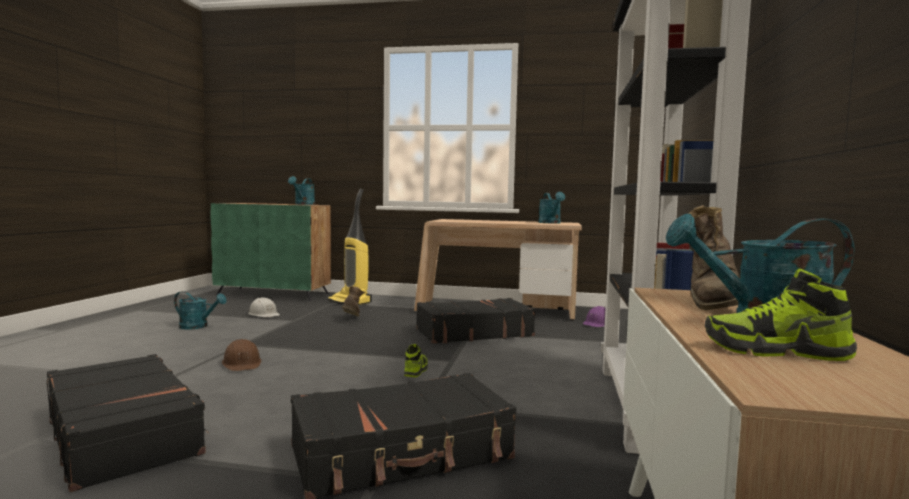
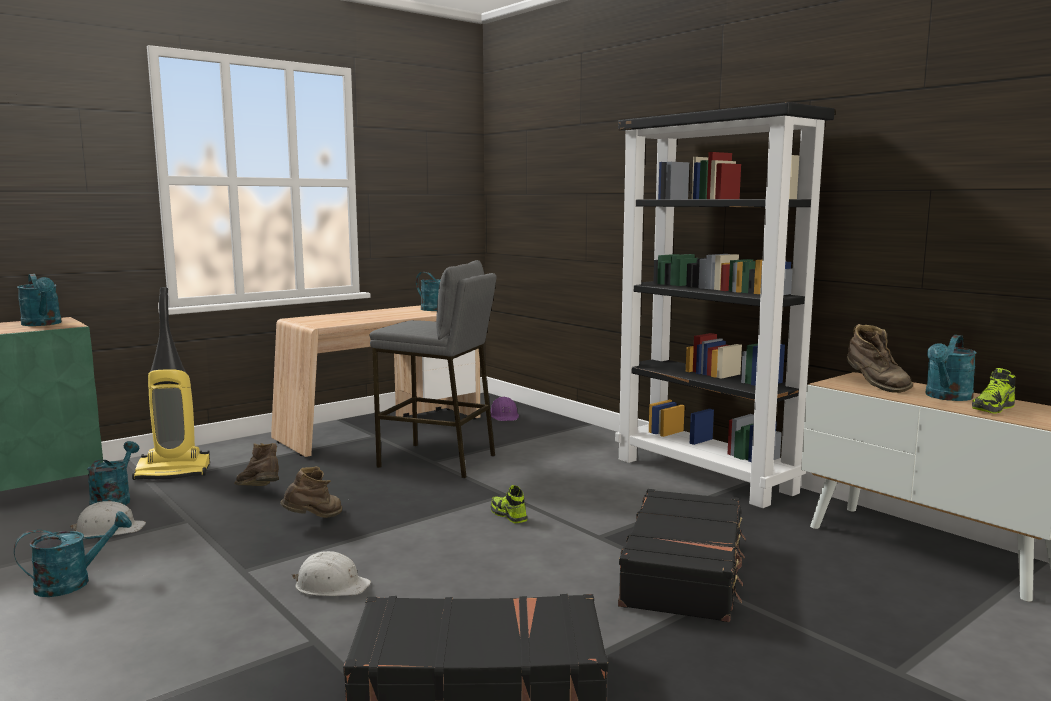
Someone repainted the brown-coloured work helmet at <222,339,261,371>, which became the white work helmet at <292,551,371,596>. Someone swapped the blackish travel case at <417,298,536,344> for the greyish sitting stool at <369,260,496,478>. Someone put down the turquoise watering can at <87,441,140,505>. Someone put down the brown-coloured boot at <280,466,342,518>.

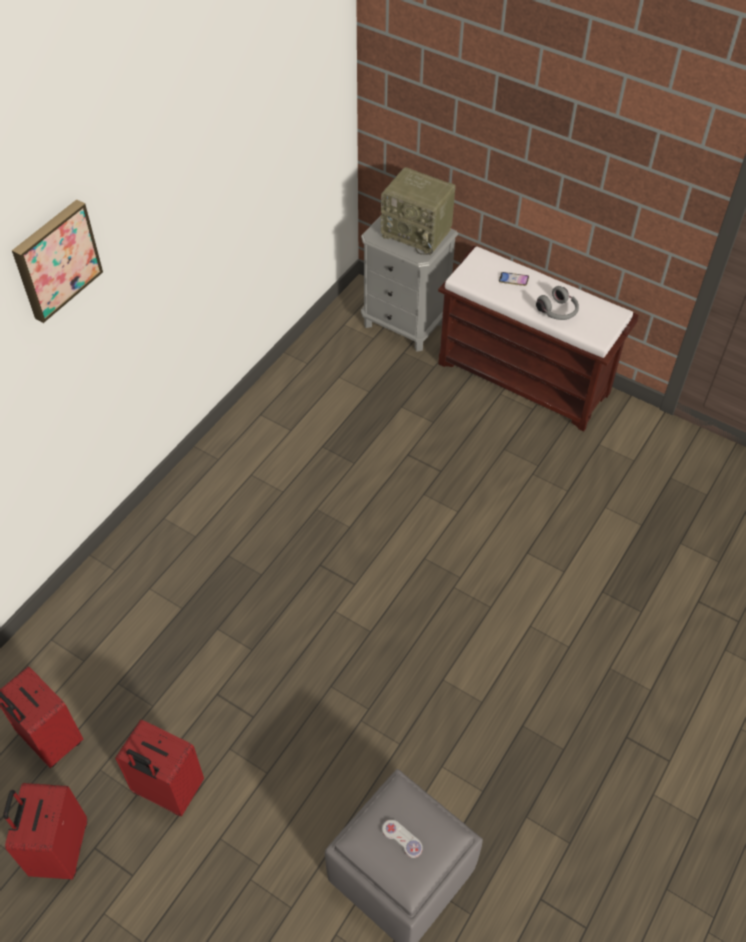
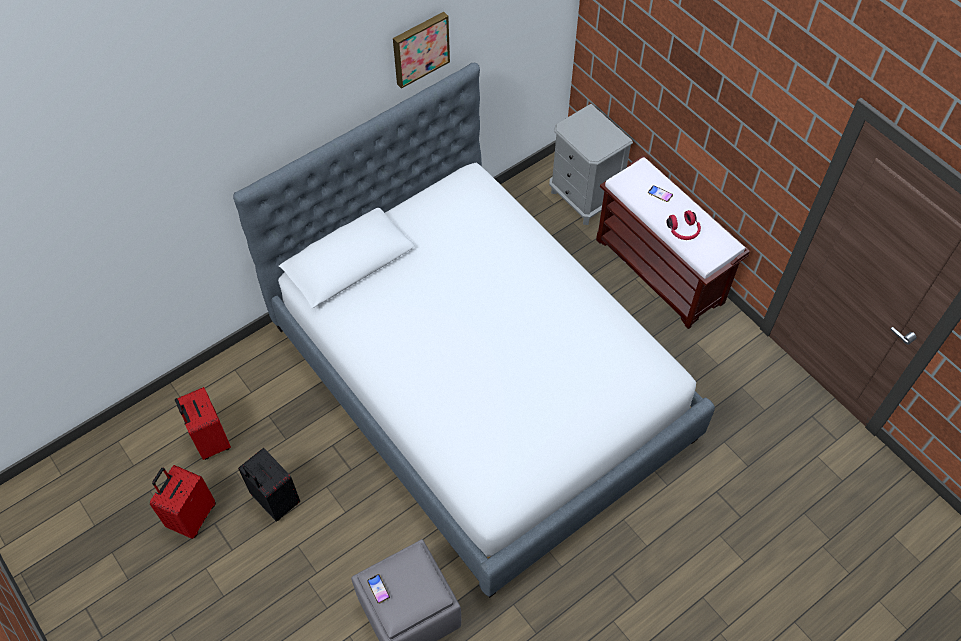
Someone carried the wall picture from <12,199,103,323> to <393,12,450,89>. Someone repainted the reddish travel case at <115,720,204,816>, which became the blackish travel case at <238,448,300,522>. Someone took away the radio at <381,167,456,255>. Someone took away the white gamepad at <382,820,423,858>. Someone repainted the greyish pair of headphones at <536,286,579,320>, which became the reddish pair of headphones at <667,210,701,240>. Someone put down the sleeping bed at <233,63,715,598>. Someone put down the handset at <367,574,390,604>.

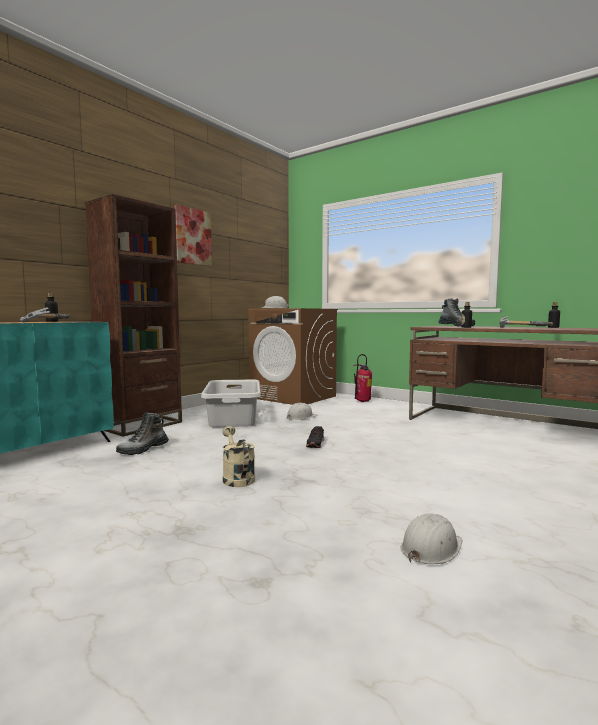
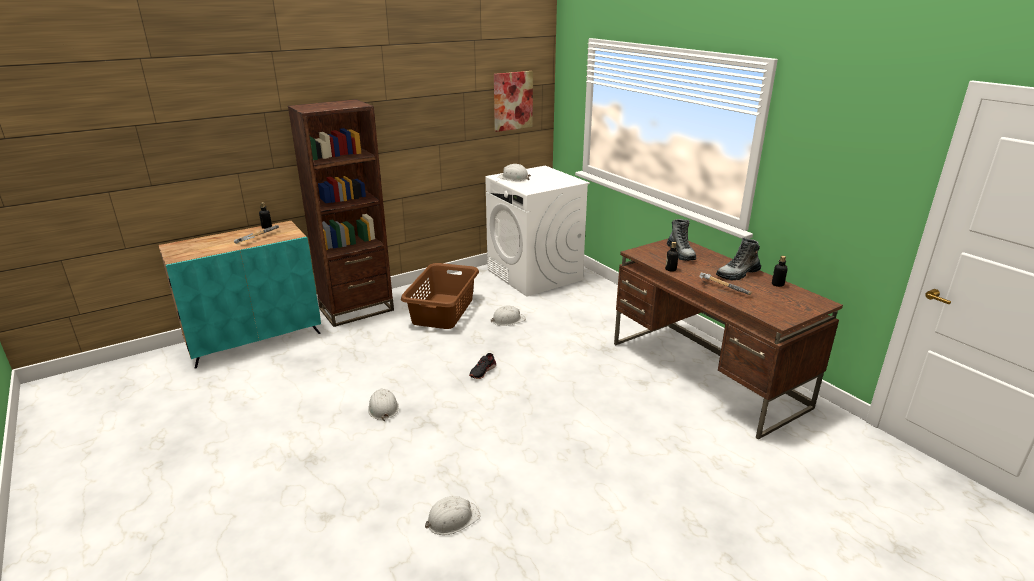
Someone carried the boot from <116,412,169,455> to <716,238,761,280>. Someone carried the wall picture from <174,205,212,266> to <494,71,533,132>. Someone repainted the greyish laundry basket at <201,379,261,427>, which became the brown-coloured laundry basket at <401,263,479,329>. Someone swapped the sand-coloured watering can at <222,426,255,487> for the white work helmet at <368,388,399,421>. Someone repainted the brown-coloured laundry machine at <248,308,338,405>, which became the white laundry machine at <485,166,590,297>. Someone took away the extinguisher at <353,354,372,402>.

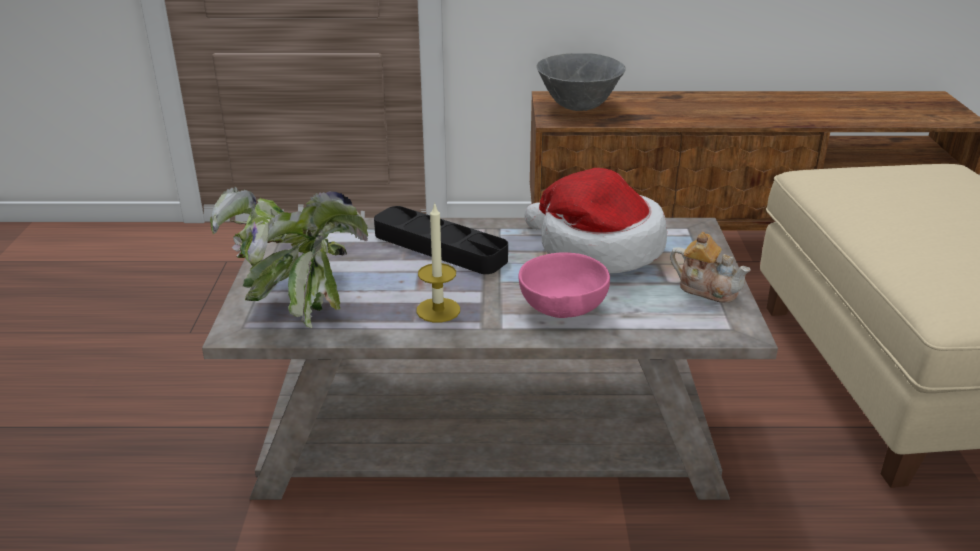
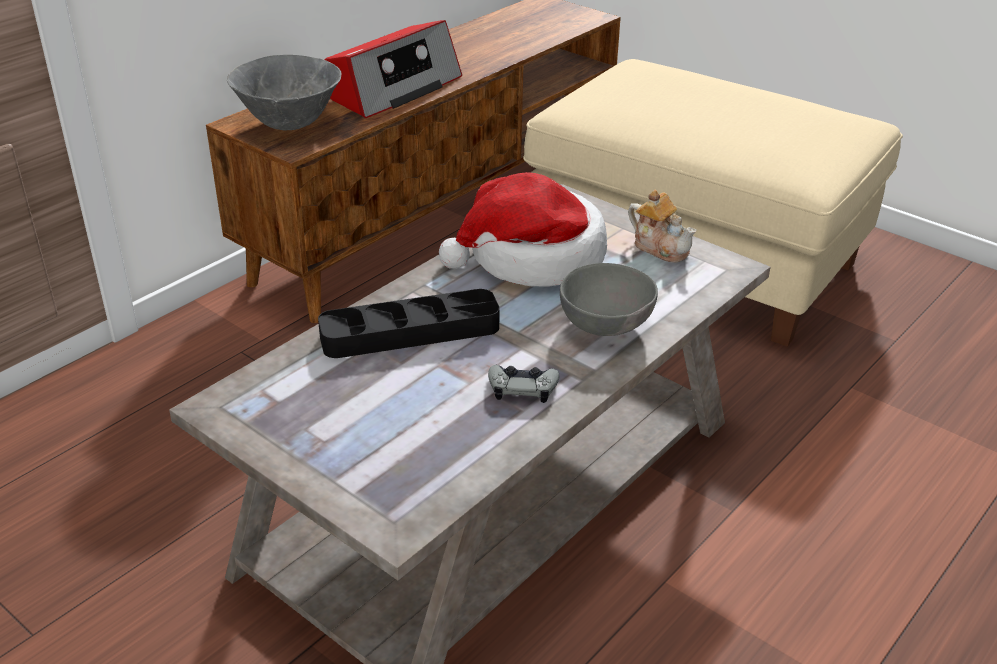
Someone took away the plant in a pot at <210,186,368,328>. Someone swapped the wax light at <416,202,460,323> for the greyish gamepad at <488,365,559,403>. Someone repainted the pink deep dish at <519,252,610,318>, which became the greyish deep dish at <560,263,658,336>. Someone rotated the tea pot at <670,232,751,303> by 60 degrees clockwise. Someone put down the radio at <325,20,462,118>.

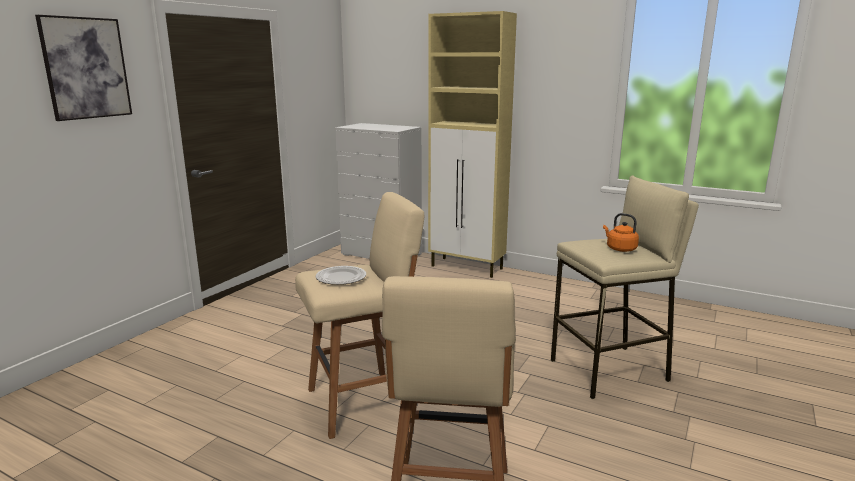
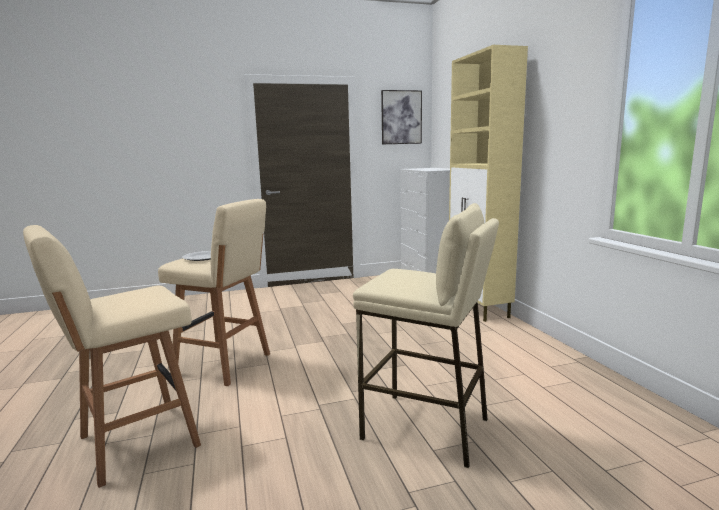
Someone carried the wall picture from <35,15,132,121> to <381,90,422,144>. Someone took away the orange-coloured kettle at <603,213,639,252>.

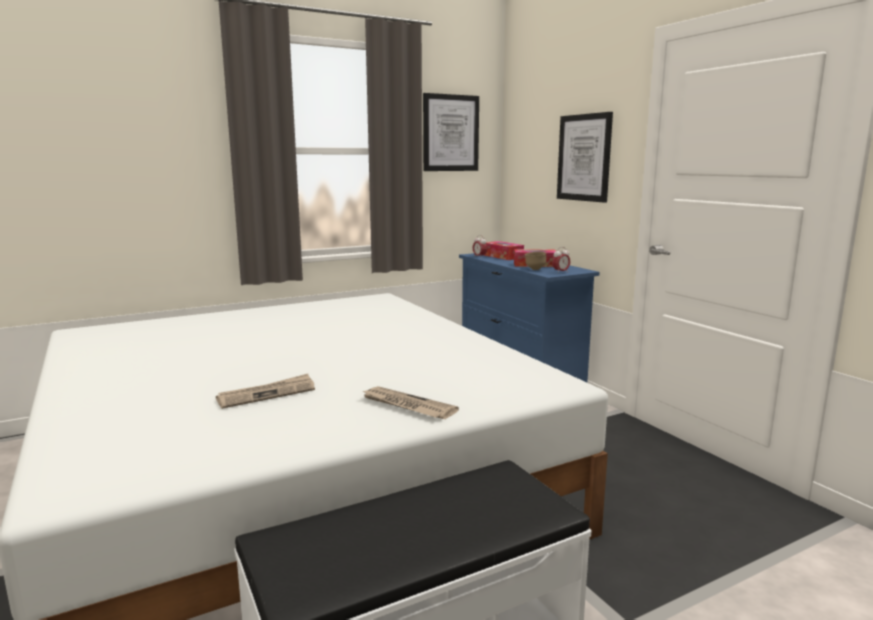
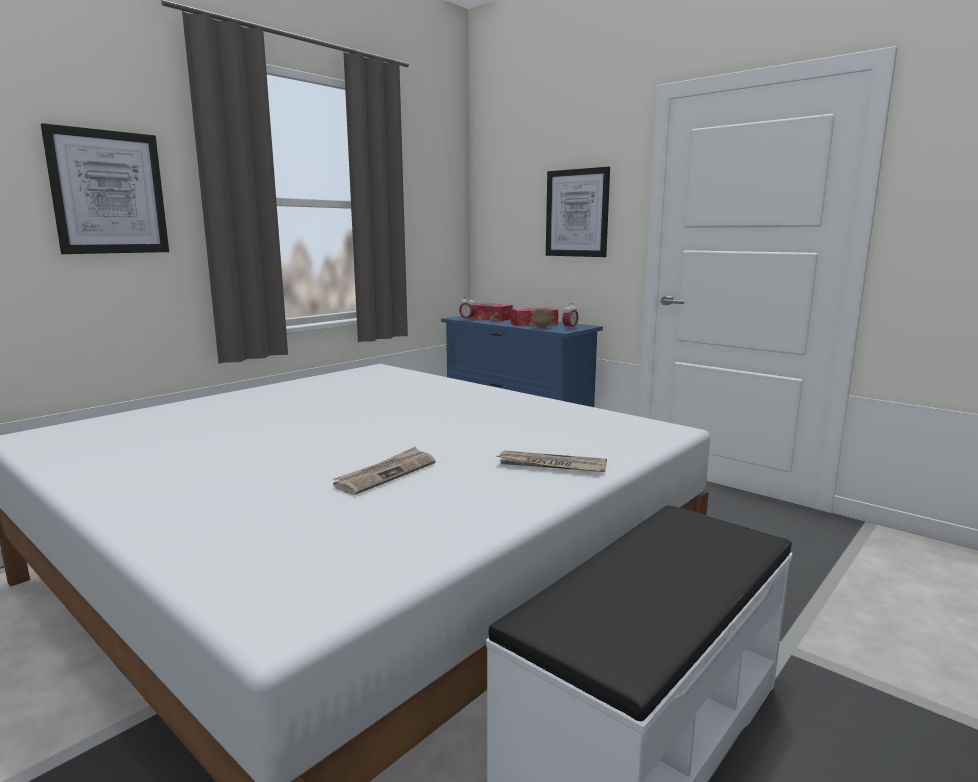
Someone carried the wall picture from <423,93,479,171> to <41,123,169,254>.

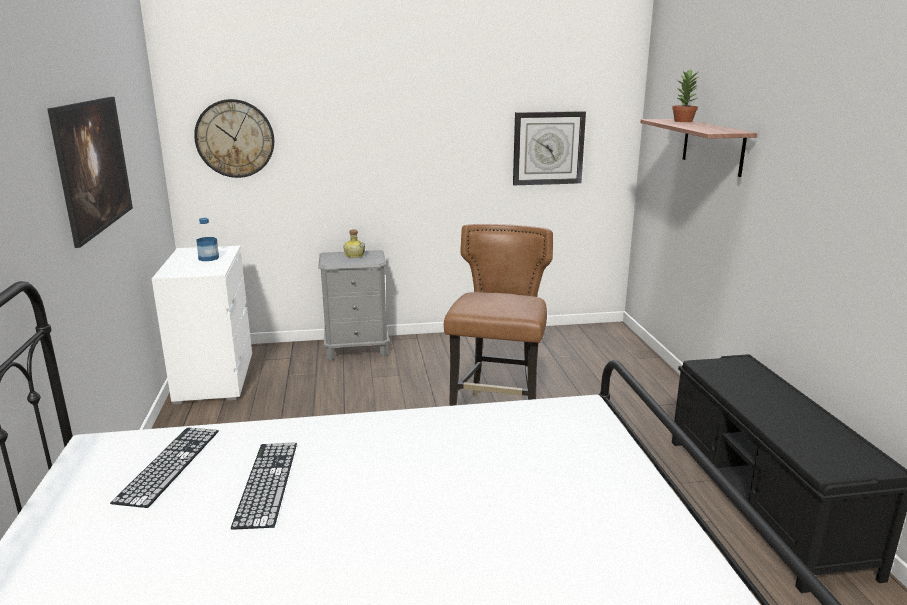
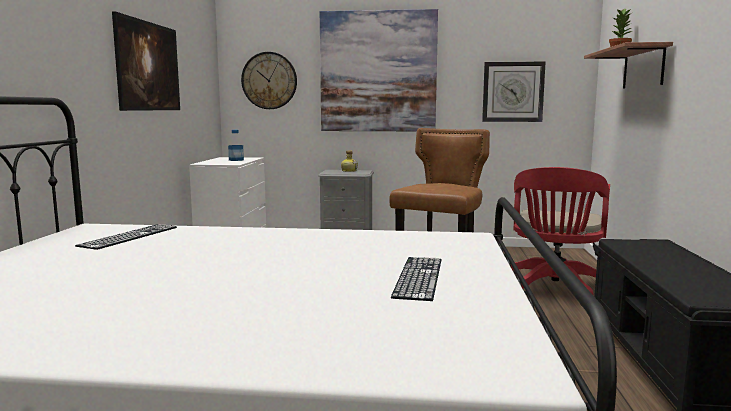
Someone carried the computer keyboard from <231,442,297,530> to <391,257,442,301>. Someone put up the wall picture at <320,9,438,131>. Someone put down the reddish desk chair at <511,167,610,306>.

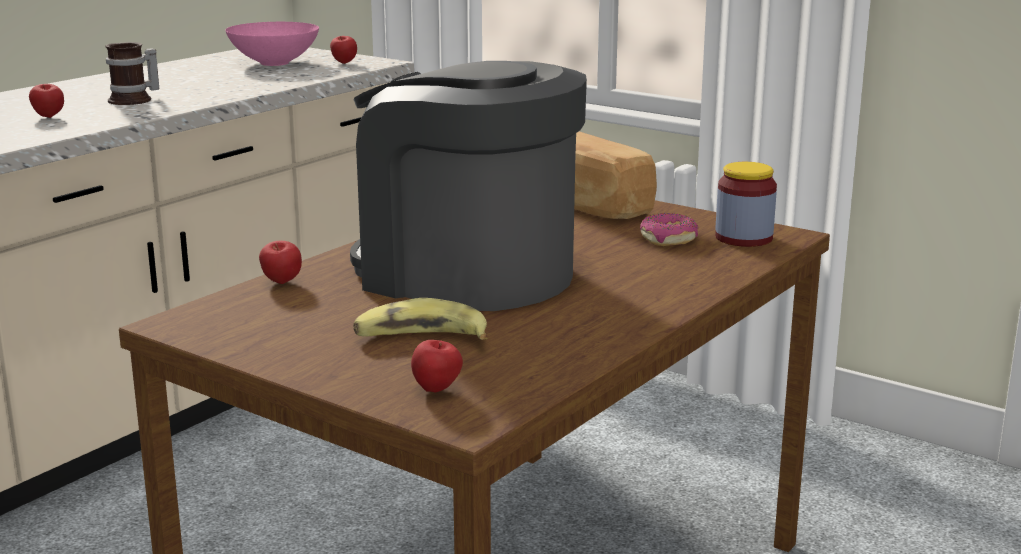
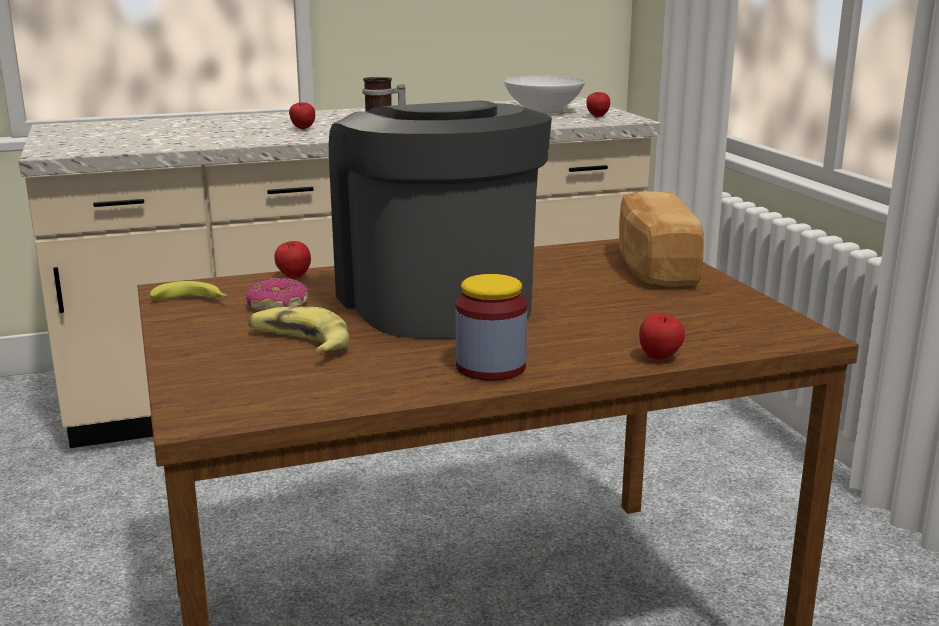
Someone repainted the pink deep dish at <225,22,319,66>, which became the white deep dish at <504,76,585,113>. Someone carried the whole apple from <411,340,463,392> to <639,313,685,360>. Someone carried the ring doughnut from <640,213,698,246> to <246,278,309,311>. Someone carried the preserve jar from <715,162,777,247> to <456,274,527,381>. Someone put down the whole banana at <150,281,228,300>.

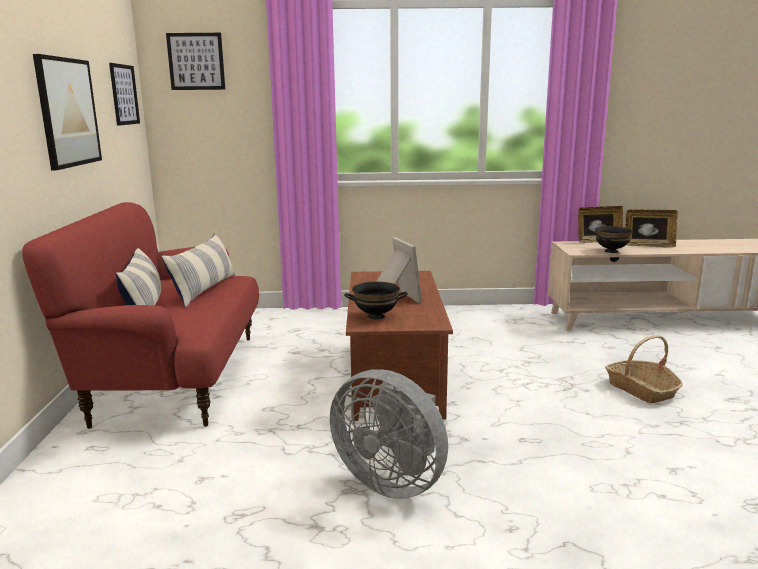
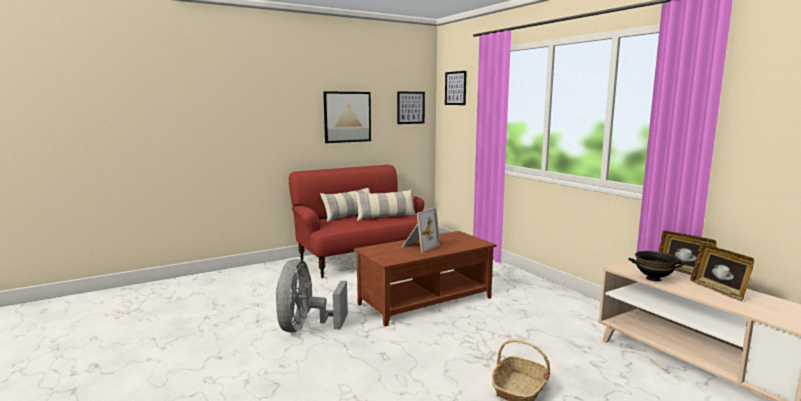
Someone took away the blackish deep dish at <344,281,408,320>.

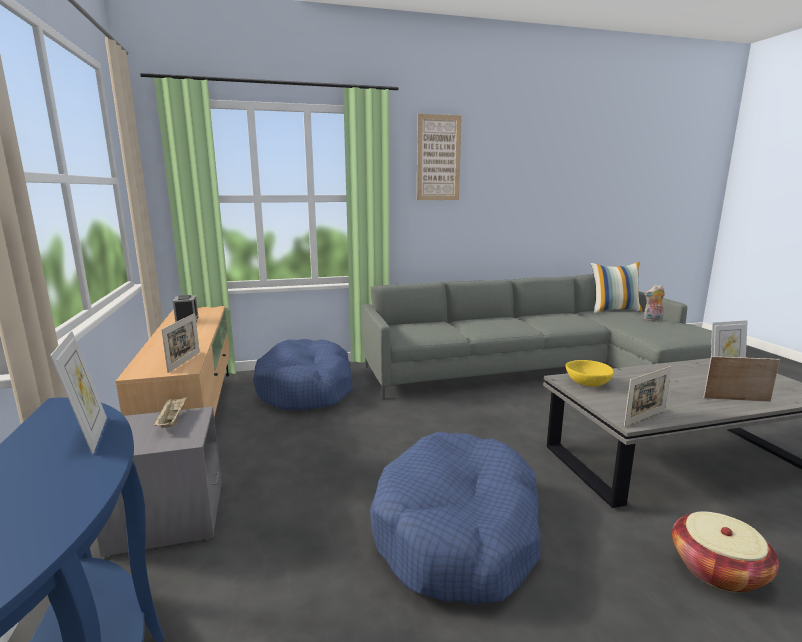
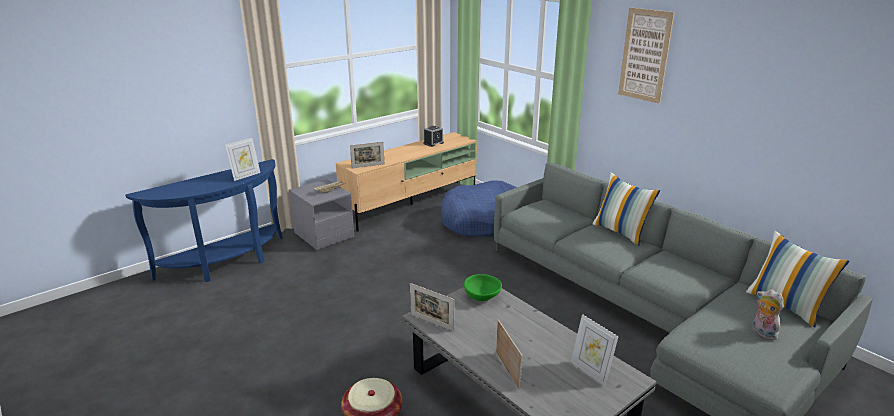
Someone took away the blue dog cushion at <370,432,540,604>. Someone repainted the yellow-coloured deep dish at <566,360,614,387>, which became the green deep dish at <464,274,502,301>. Someone put down the throw pillow at <593,172,660,246>.

